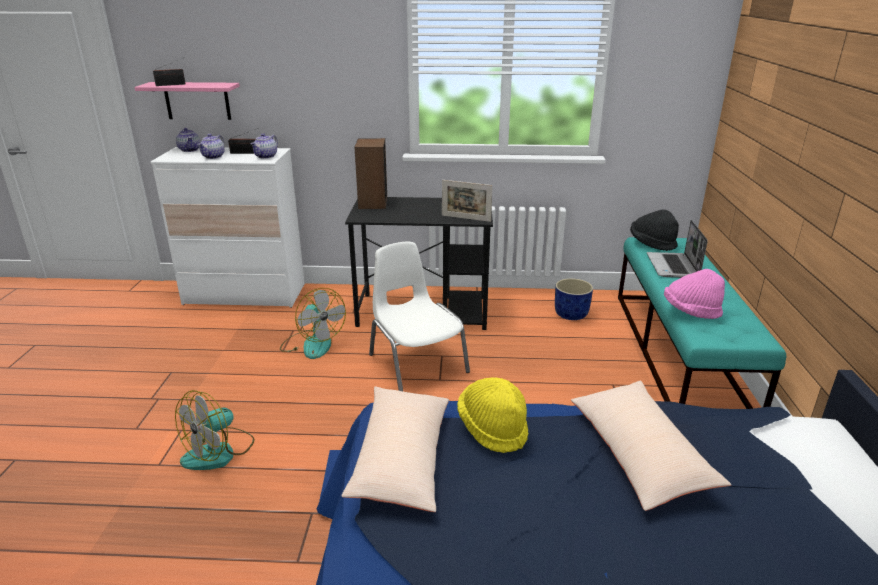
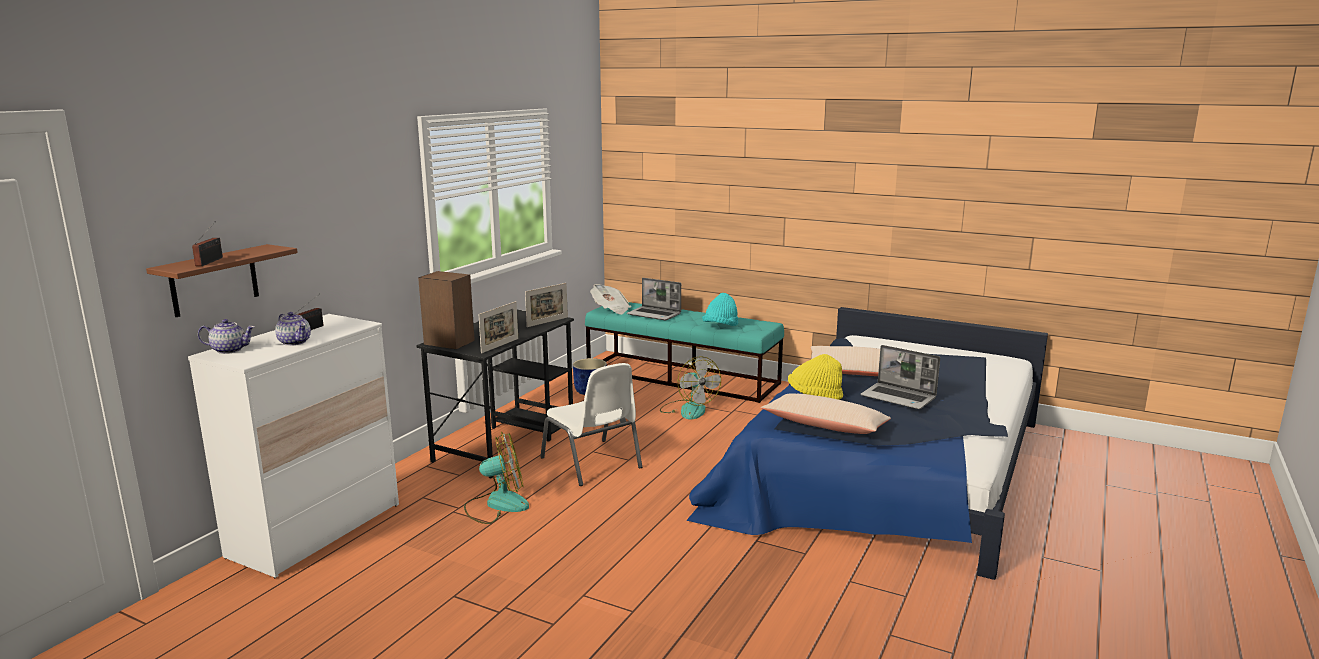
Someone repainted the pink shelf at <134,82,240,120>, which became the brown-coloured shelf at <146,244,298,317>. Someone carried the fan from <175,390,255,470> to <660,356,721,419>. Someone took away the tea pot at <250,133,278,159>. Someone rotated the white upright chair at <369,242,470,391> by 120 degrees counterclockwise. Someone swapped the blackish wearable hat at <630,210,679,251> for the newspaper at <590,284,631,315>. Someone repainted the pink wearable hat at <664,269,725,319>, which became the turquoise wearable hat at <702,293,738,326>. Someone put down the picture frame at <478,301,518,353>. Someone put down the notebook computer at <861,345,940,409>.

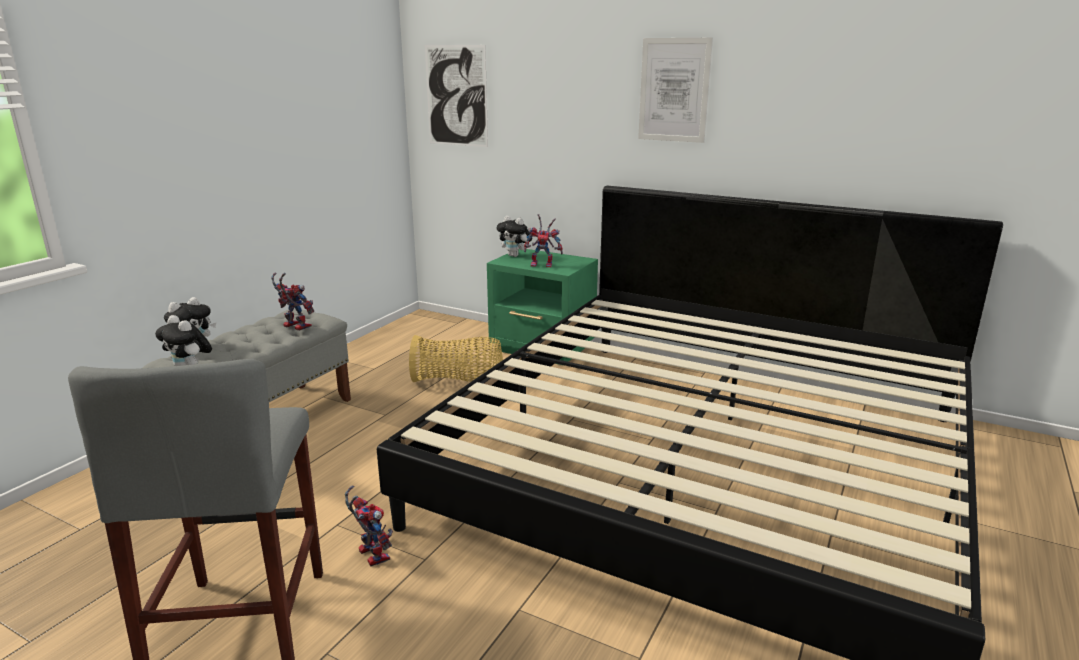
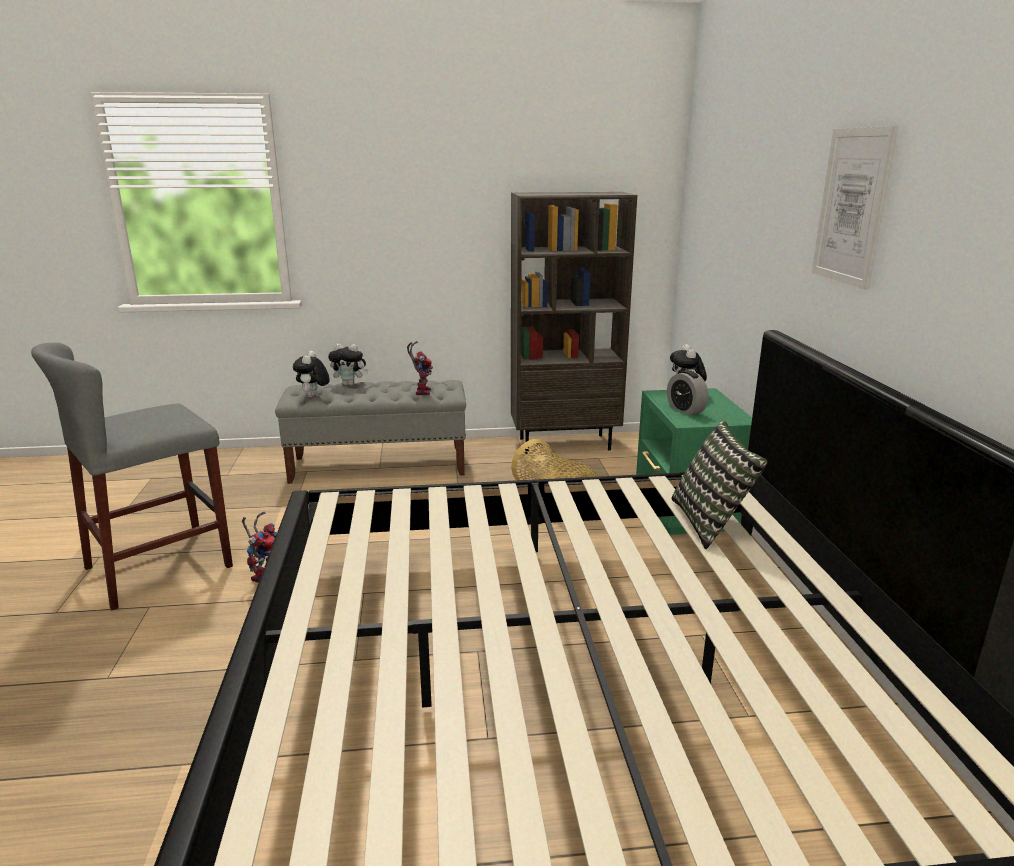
Someone took away the wall picture at <425,45,488,147>. Someone swapped the model robot at <524,214,563,267> for the bedside clock at <667,370,708,415>. Someone put down the brown-coloured bookshelf at <511,192,637,454>. Someone put down the throw pillow at <671,421,768,549>.

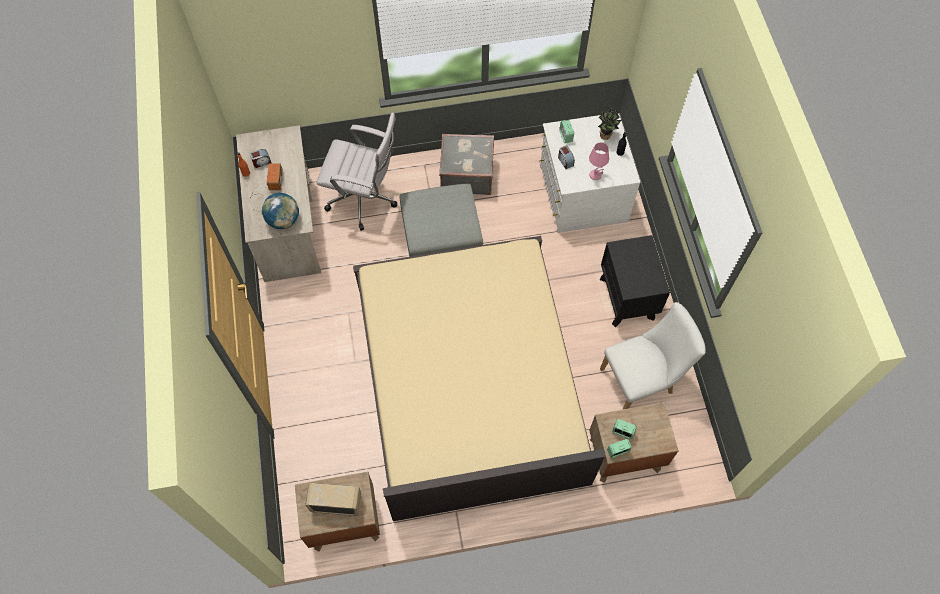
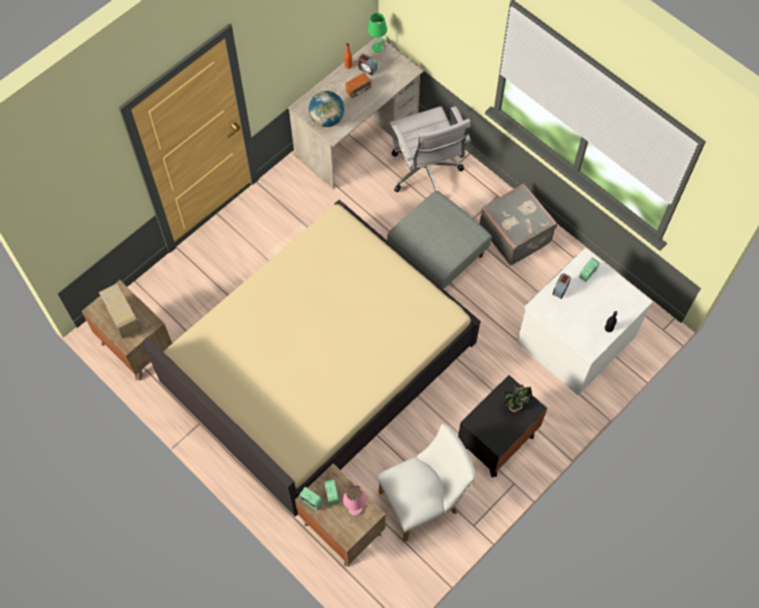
Someone carried the pink lamp for a table from <589,142,609,180> to <343,485,367,516>. Someone carried the plant in a pot from <598,107,621,140> to <503,384,533,412>. Someone rotated the white upright chair at <600,302,706,410> by 60 degrees counterclockwise. Someone put down the green lamp for a table at <368,13,387,53>.

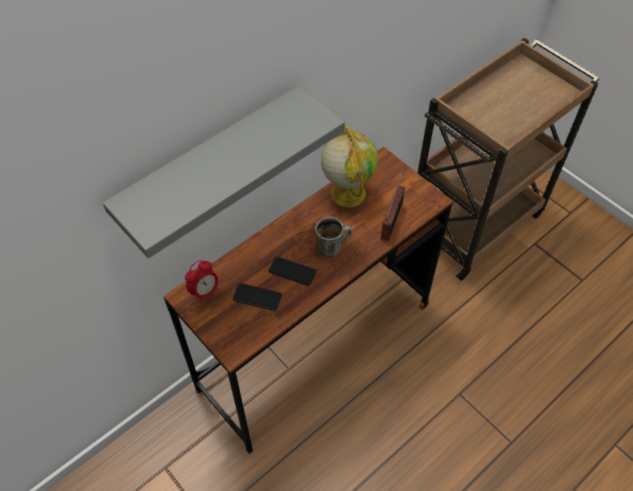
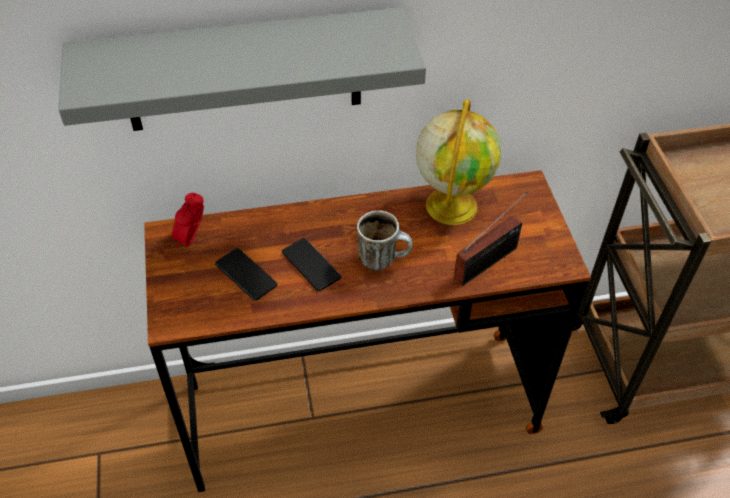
Someone rotated the bedside clock at <185,260,218,303> by 120 degrees clockwise.

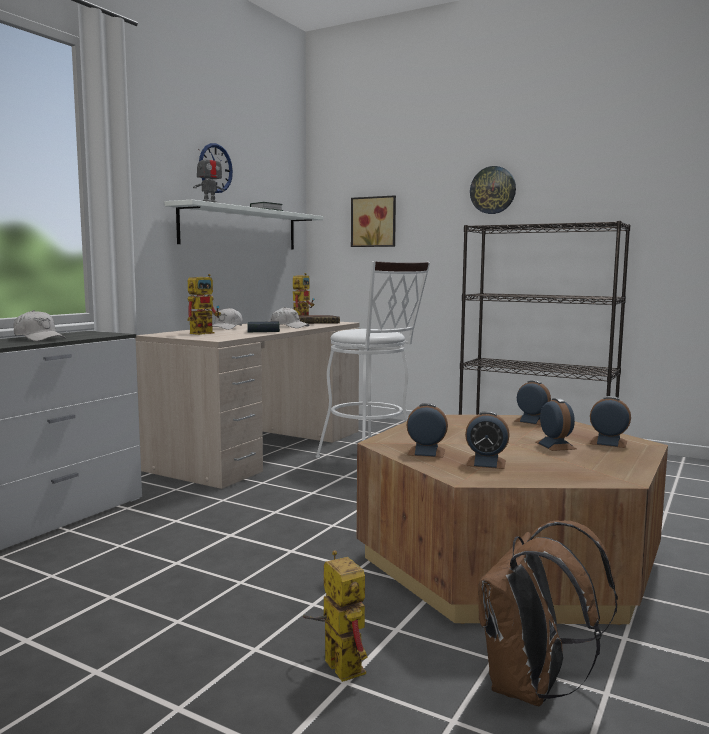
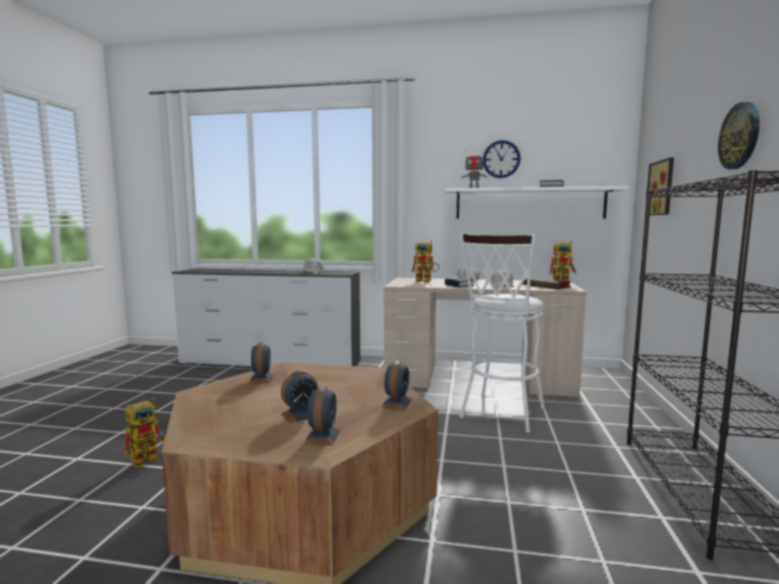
Someone took away the bedside clock at <465,411,510,469>. Someone took away the brown-coloured knapsack at <478,520,618,706>.

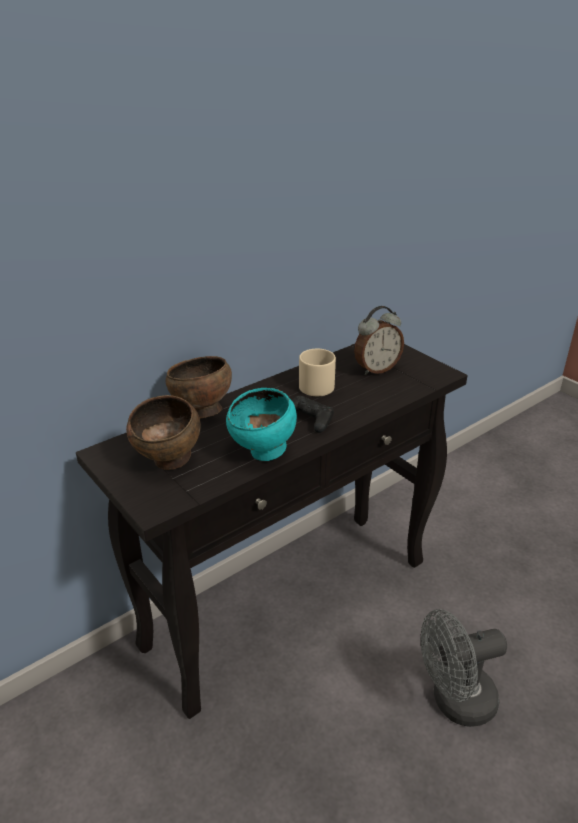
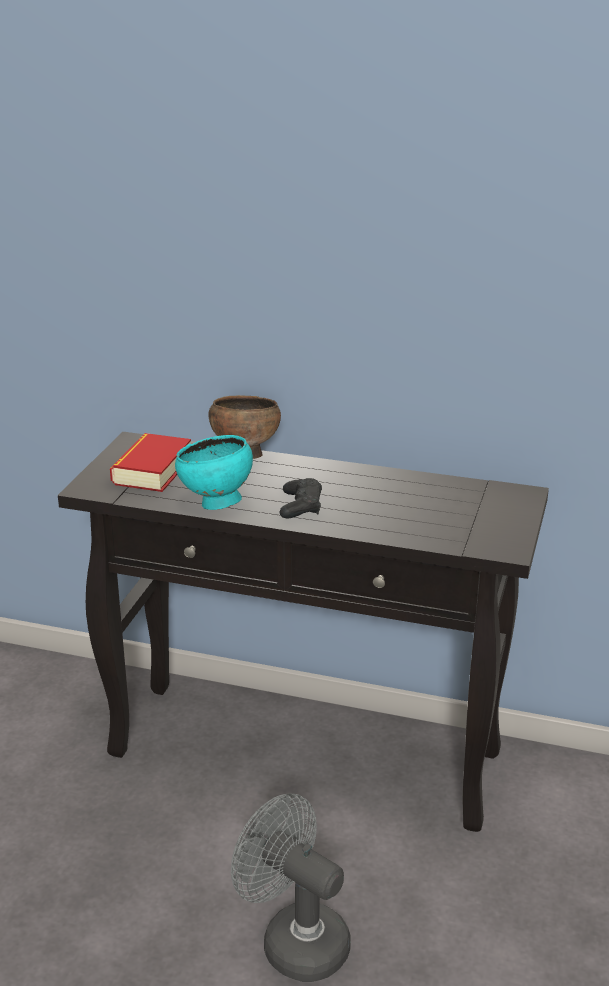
Someone swapped the brown-coloured deep dish at <126,395,201,470> for the book at <110,433,191,492>. Someone took away the sand-coloured tea mug at <299,349,336,396>. Someone took away the bedside clock at <354,306,404,375>.

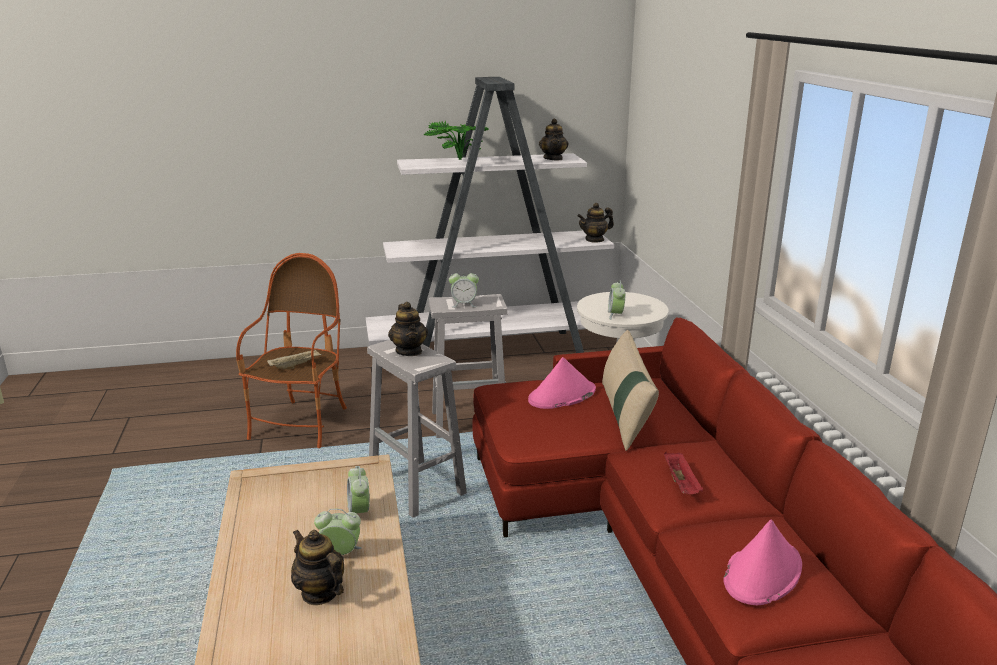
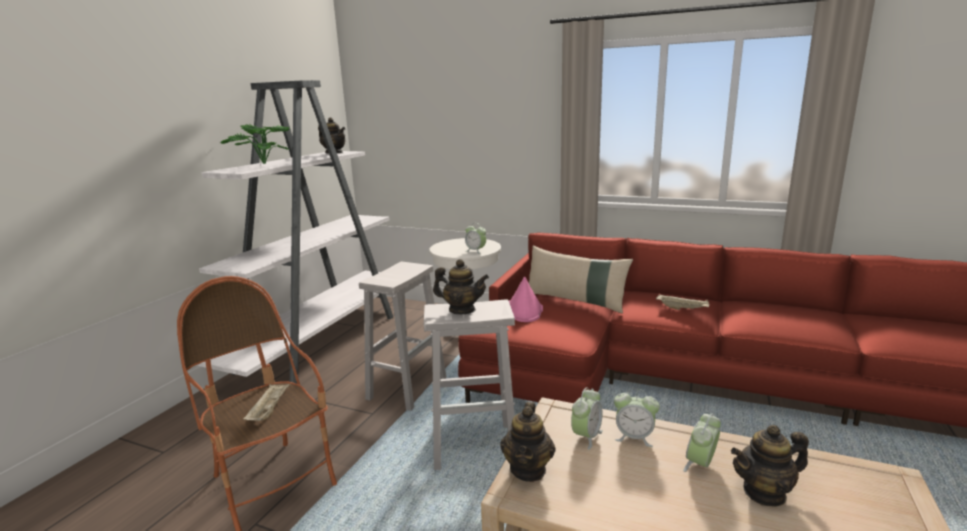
Someone carried the bedside clock from <449,269,479,307> to <571,387,603,450>. Someone carried the tea pot from <577,203,614,243> to <500,402,556,482>. Someone repainted the reddish tray at <664,452,703,494>, which became the sand-coloured tray at <656,294,709,310>. Someone took away the pink wearable hat at <723,520,802,605>.

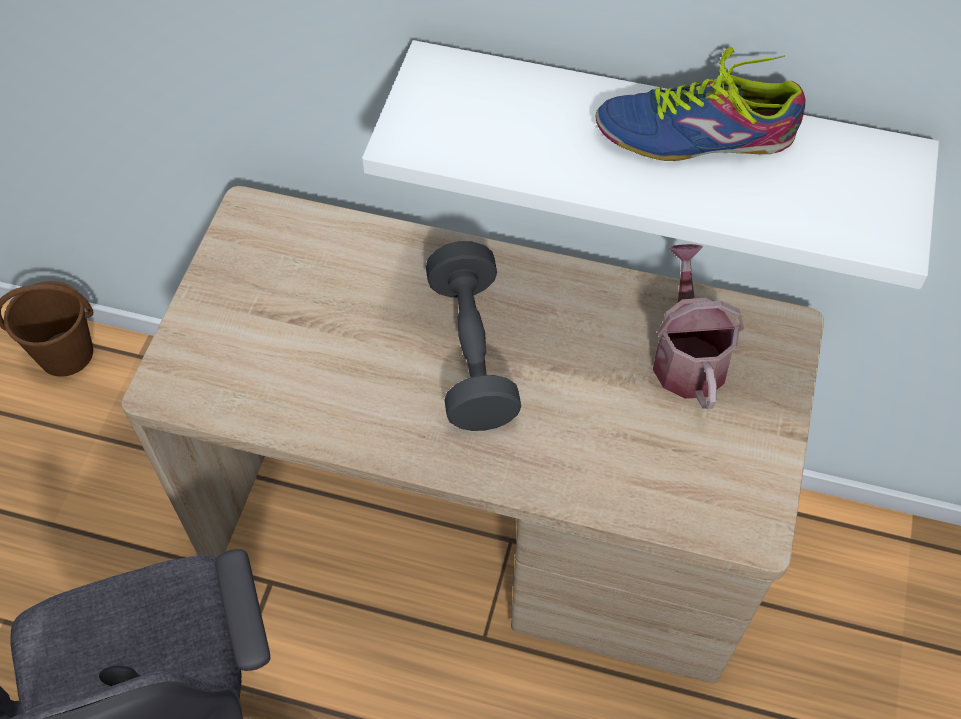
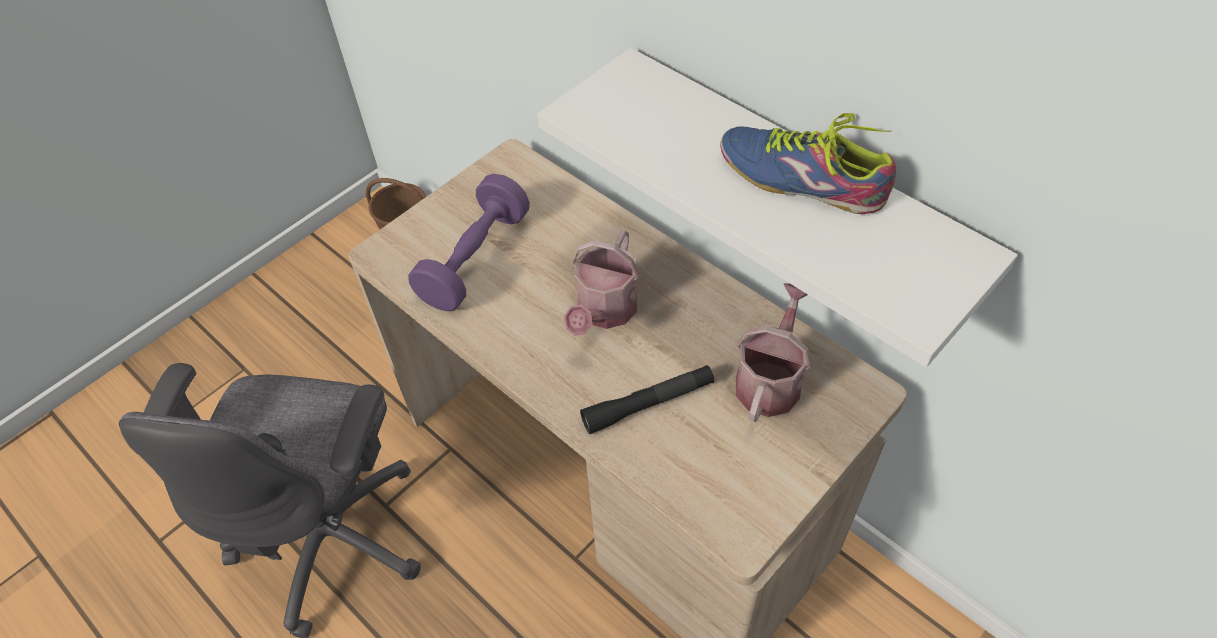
Someone swapped the greyish dumbbell at <426,241,521,431> for the watering can at <563,230,640,336>. Someone put down the purple-coloured dumbbell at <408,174,530,311>. Someone put down the blackish flashlight at <580,365,714,434>.

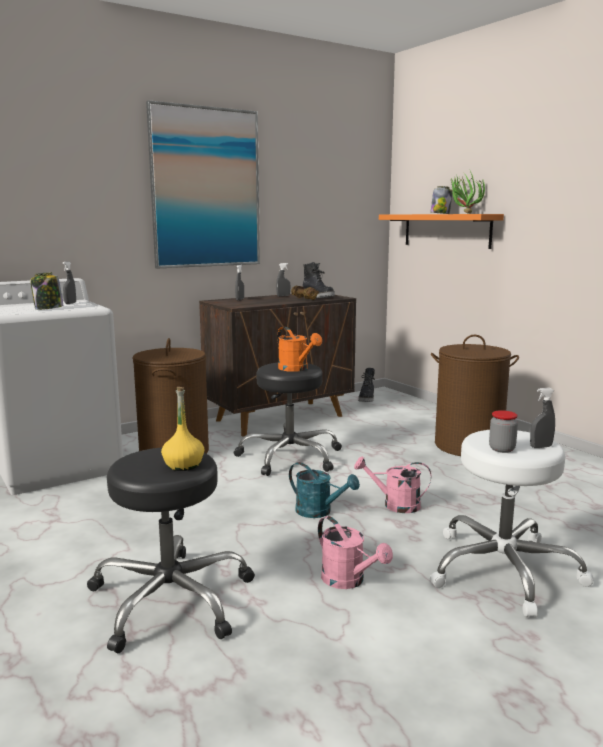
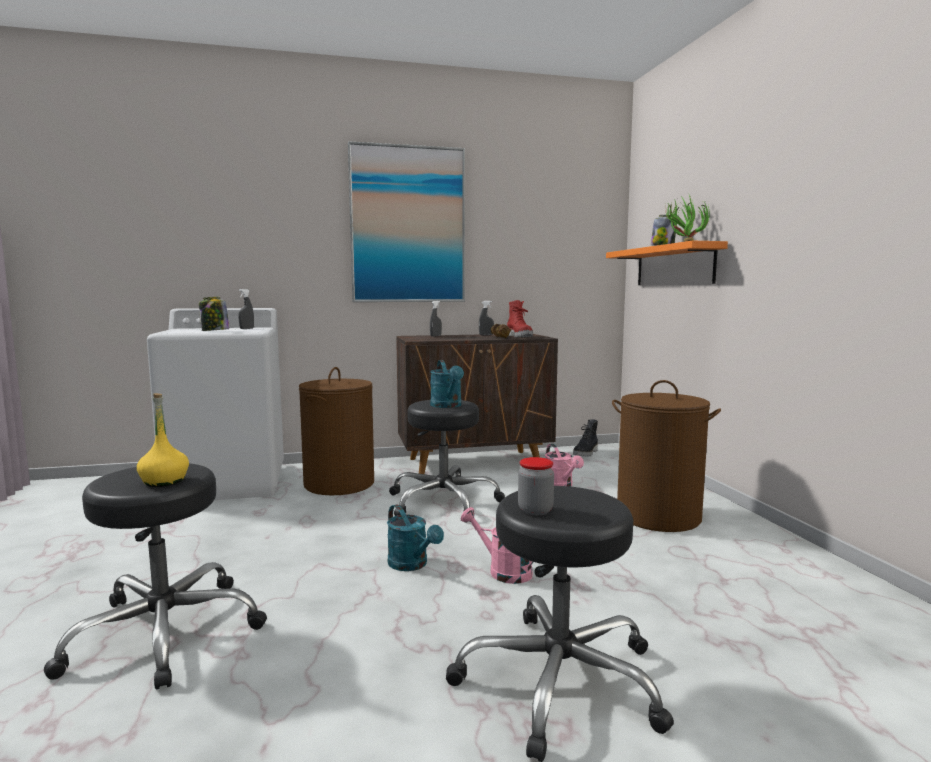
Someone repainted the orange-coloured watering can at <277,327,322,372>, which became the turquoise watering can at <430,360,464,408>. Someone repainted the blackish boot at <303,262,335,298>, which became the reddish boot at <507,300,533,337>. Someone carried the pink watering can from <318,516,393,589> to <545,444,584,487>. Someone repainted the white sitting stool at <429,430,593,618>, which became the blackish sitting stool at <446,486,674,762>. Someone took away the greyish spray bottle at <530,388,555,448>.

